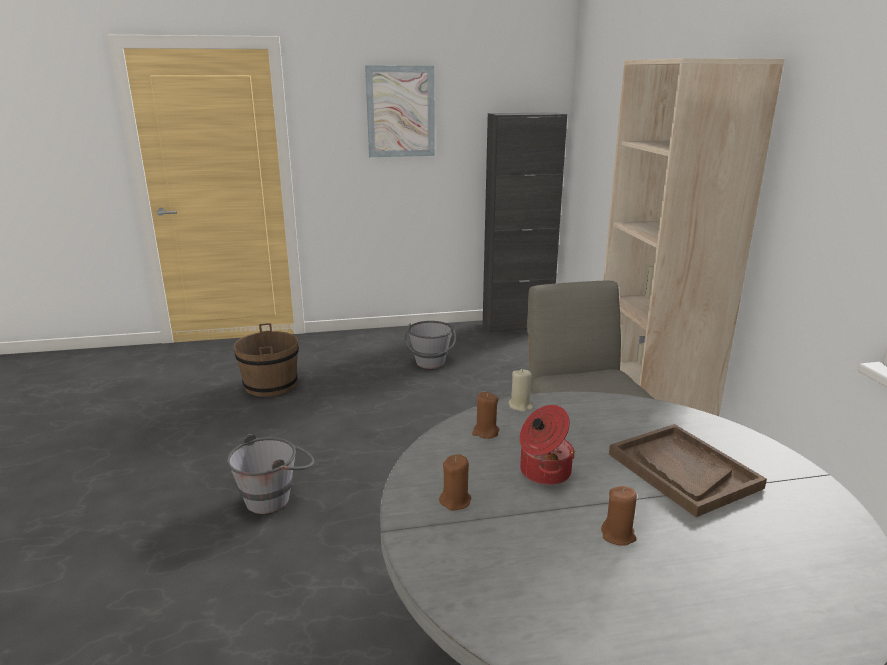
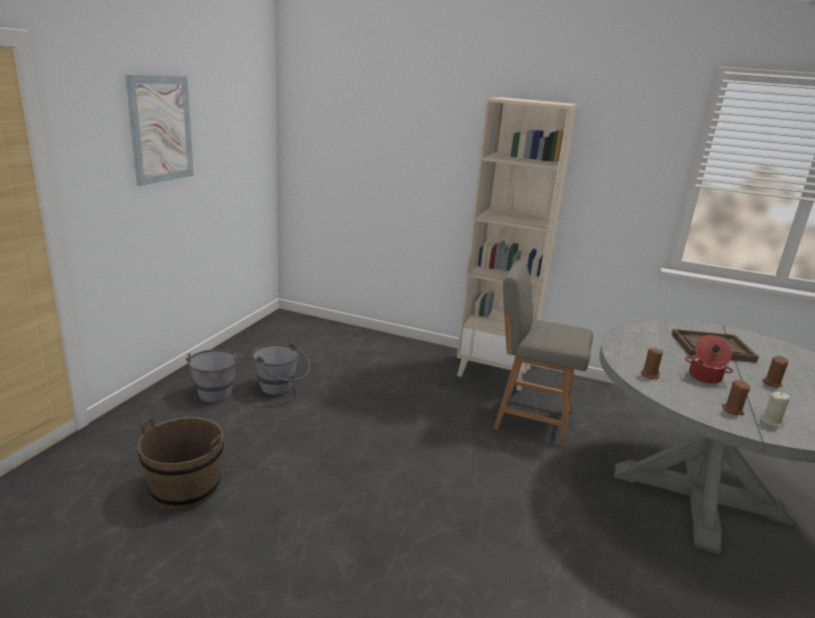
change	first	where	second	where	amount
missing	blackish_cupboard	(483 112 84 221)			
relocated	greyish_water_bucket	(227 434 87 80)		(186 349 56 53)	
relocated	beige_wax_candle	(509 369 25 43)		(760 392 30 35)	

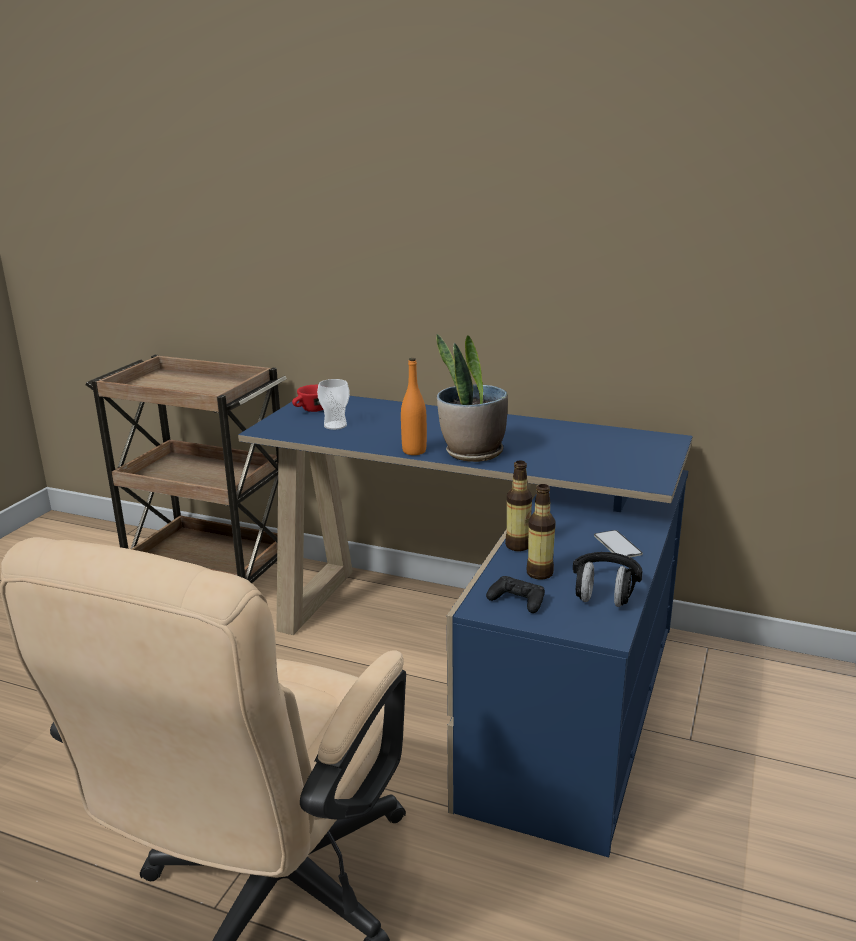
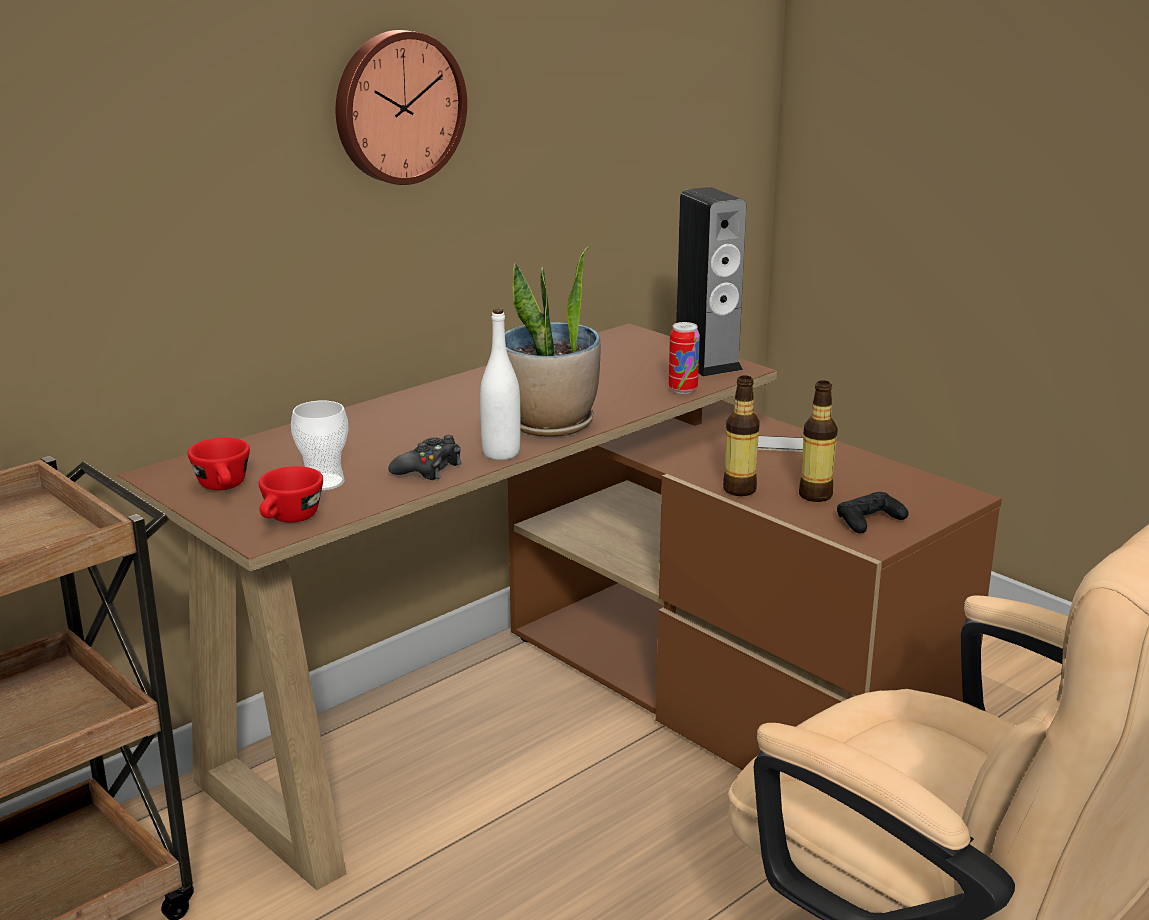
change	first	where	second	where	amount
missing	blackish_headset	(573 552 69 55)			
appeared			red-coloured_small_cup	(258 466 65 57)	
appeared			hanging_clock	(336 30 131 155)	
appeared			blackish_game_controller	(388 435 74 45)	
appeared			can	(669 322 31 72)	
appeared			audio_speaker	(676 187 70 190)	
colour	blue_desk	(238 396 455 461)	brownish_desk	(117 323 885 567)	
colour	orange_beverage_bottle	(401 358 26 97)	whitish_beverage_bottle	(480 308 40 152)	

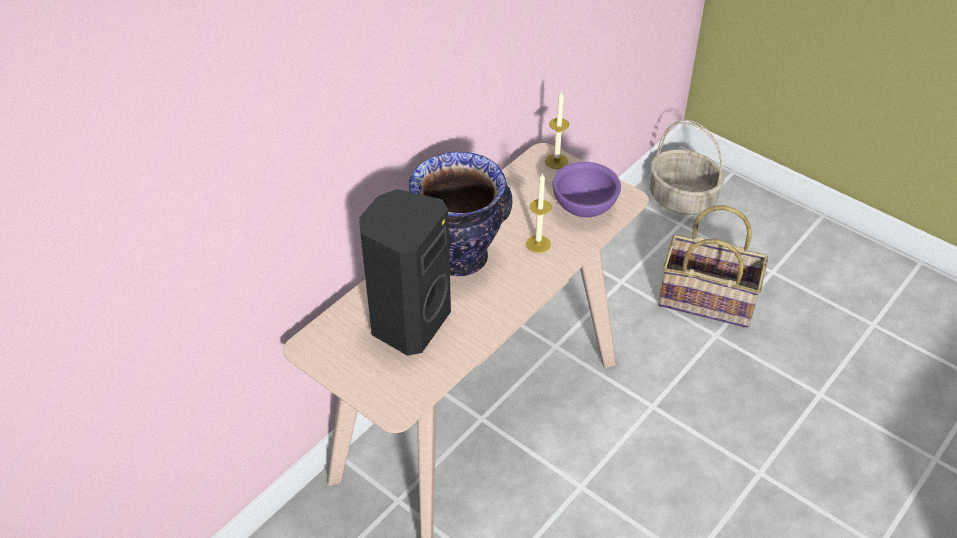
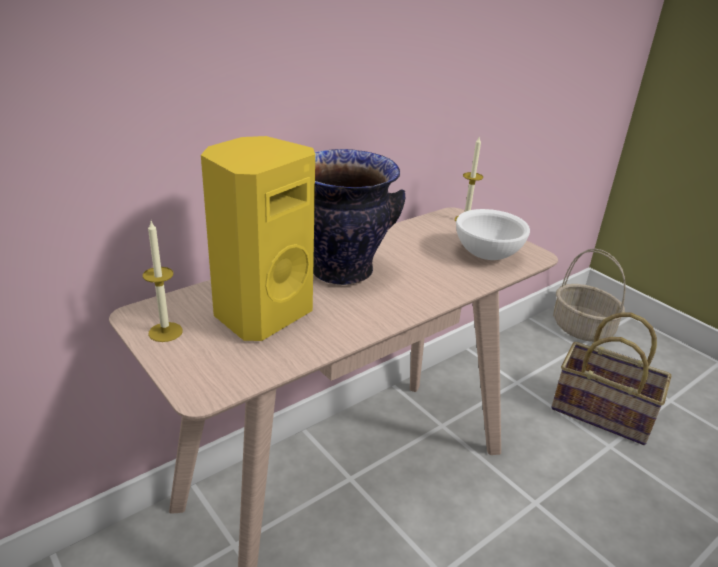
change	first	where	second	where	amount
relocated	wax_candle	(526 173 26 80)		(143 221 40 121)	
colour	blackish_audio_speaker	(359 189 92 167)	yellowish_audio_speaker	(201 136 114 205)	
colour	purple-coloured_serving_bowl	(553 162 68 55)	whitish_serving_bowl	(456 209 74 51)	

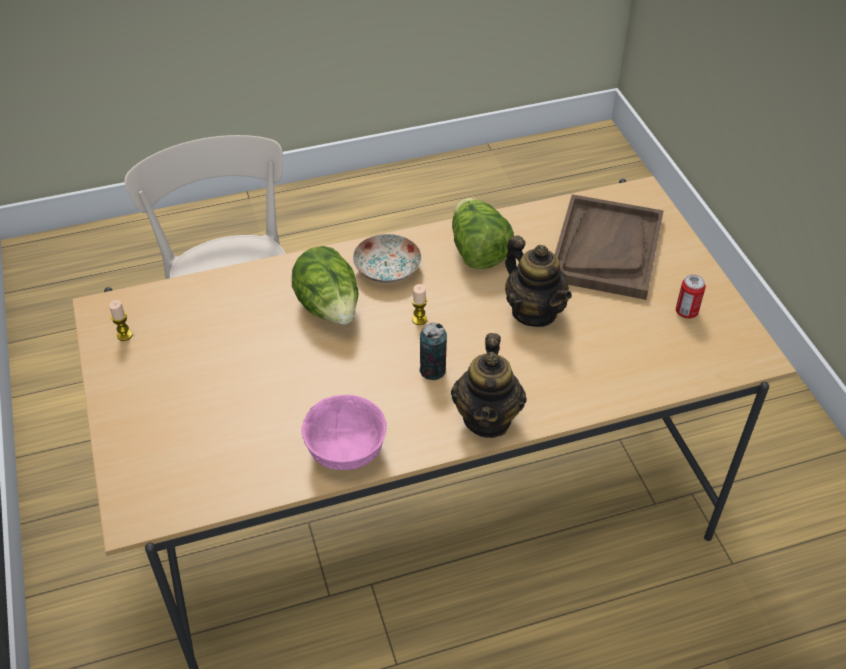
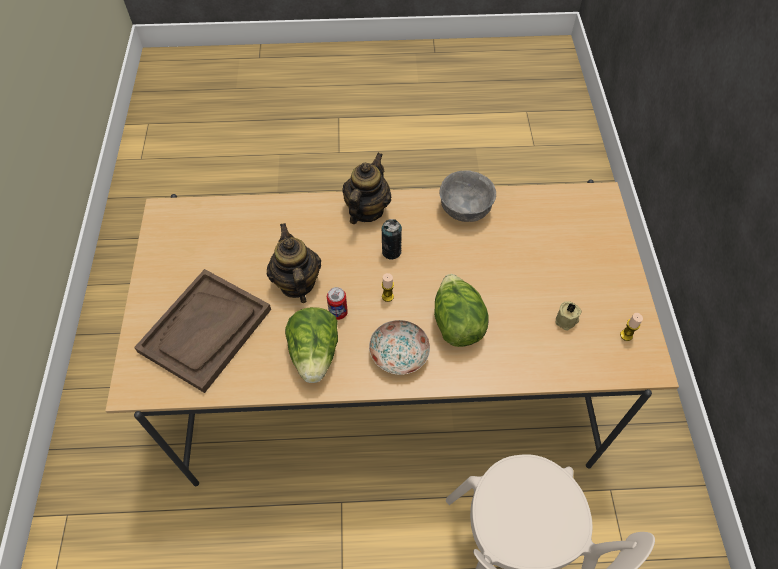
change	first	where	second	where	amount
appeared			beige_wax_candle	(555 301 27 29)	
relocated	can	(676 275 30 44)		(327 287 21 33)	
colour	pink-coloured_serving_bowl	(301 395 86 75)	greyish_serving_bowl	(439 170 57 52)	

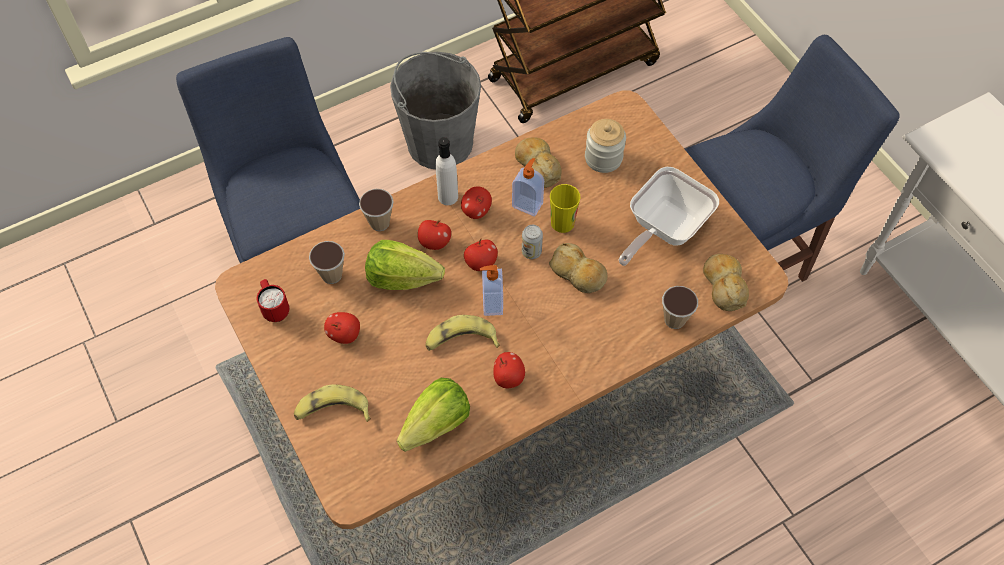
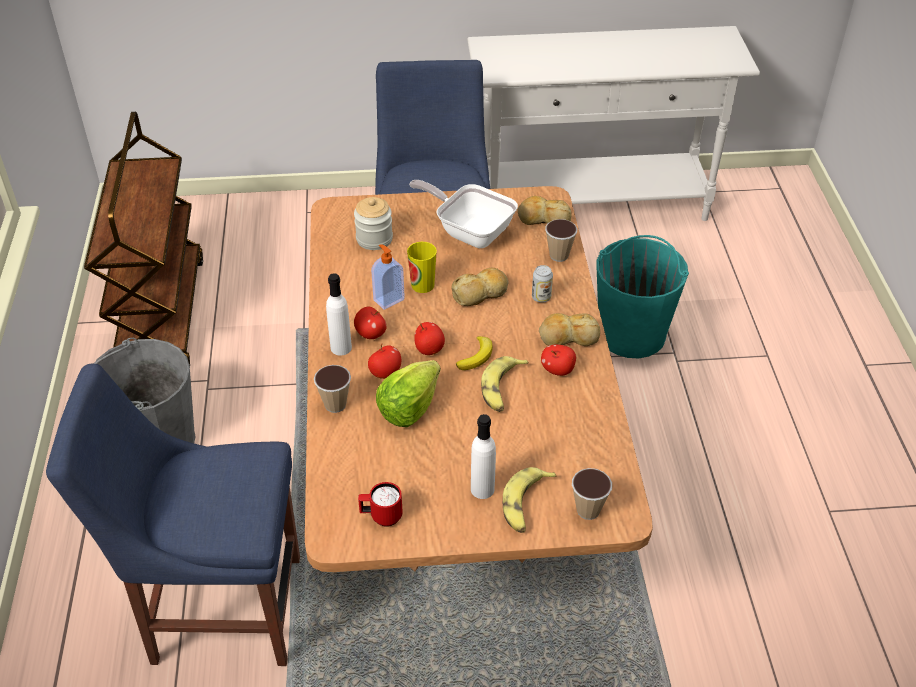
change	first	where	second	where	amount
missing	apple	(324 312 36 32)			
missing	lettuce	(397 378 73 74)			
appeared			whitish_beverage_bottle	(471 414 25 85)	
appeared			turquoise-coloured_water_bucket	(596 235 93 123)	
relocated	small_cup	(309 241 36 43)		(572 468 40 52)	
relocated	bakery_bread	(515 137 47 51)		(539 313 61 33)	
relocated	can	(522 225 21 34)		(532 265 21 38)	
exchanged	soap_bottle	(480 265 23 51)	banana	(456 336 37 34)	
spun	skillet	(619 167 100 99)		(409 180 109 68)	150 degrees clockwise

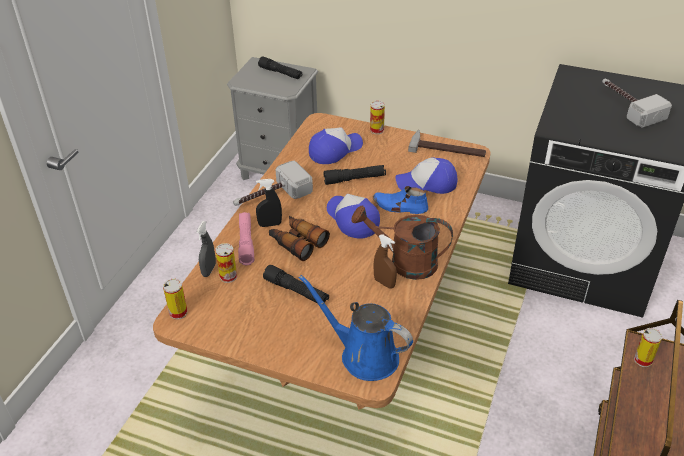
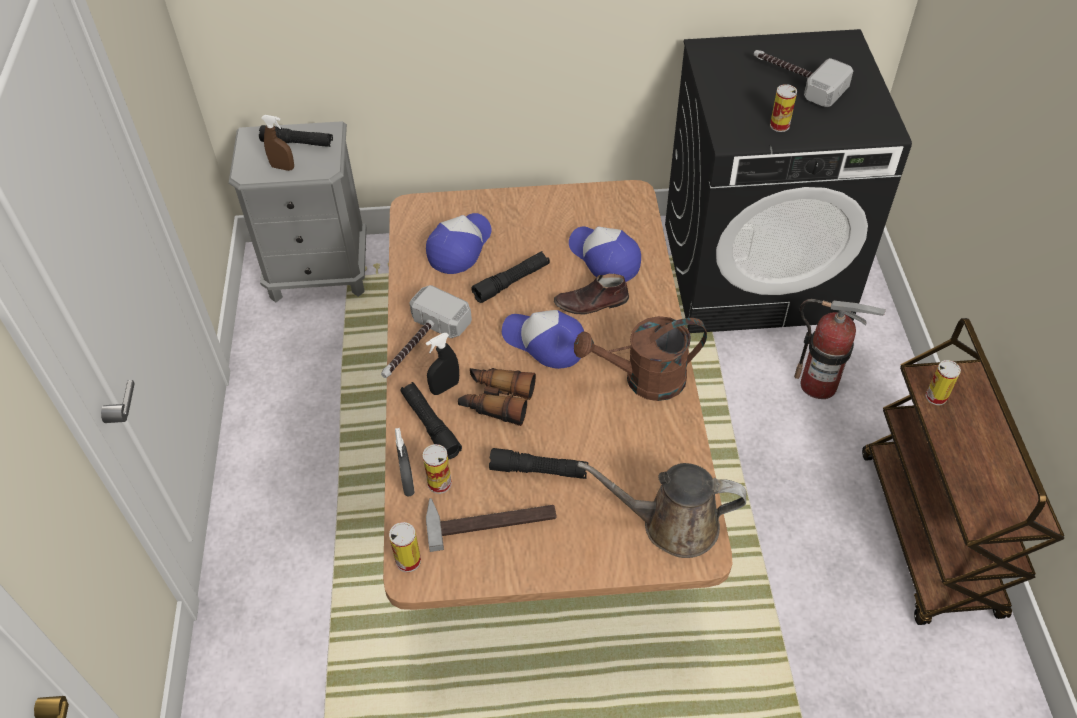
change	first	where	second	where	amount
appeared			extinguisher	(794 299 92 100)	
relocated	can	(370 101 15 33)		(770 84 27 48)	
relocated	brownish_hand_sprayer	(373 235 24 54)		(261 115 33 56)	
relocated	hand_hammer	(408 130 78 27)		(426 498 131 54)	
colour	pink-coloured_hand_torch	(238 212 16 53)	blackish_hand_torch	(400 382 62 78)	
colour	blue_watering_can	(299 275 114 106)	brownish_watering_can	(577 461 170 97)	
colour	blue_item_of_footwear	(373 186 55 28)	brownish_item_of_footwear	(554 274 75 41)	
spun	peaked_cap	(395 157 63 37)		(569 226 72 56)	75 degrees clockwise

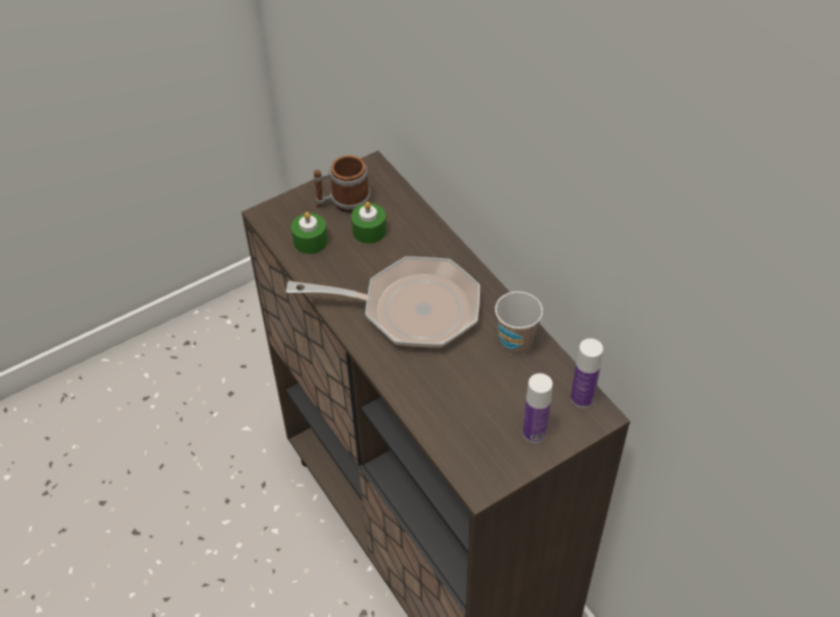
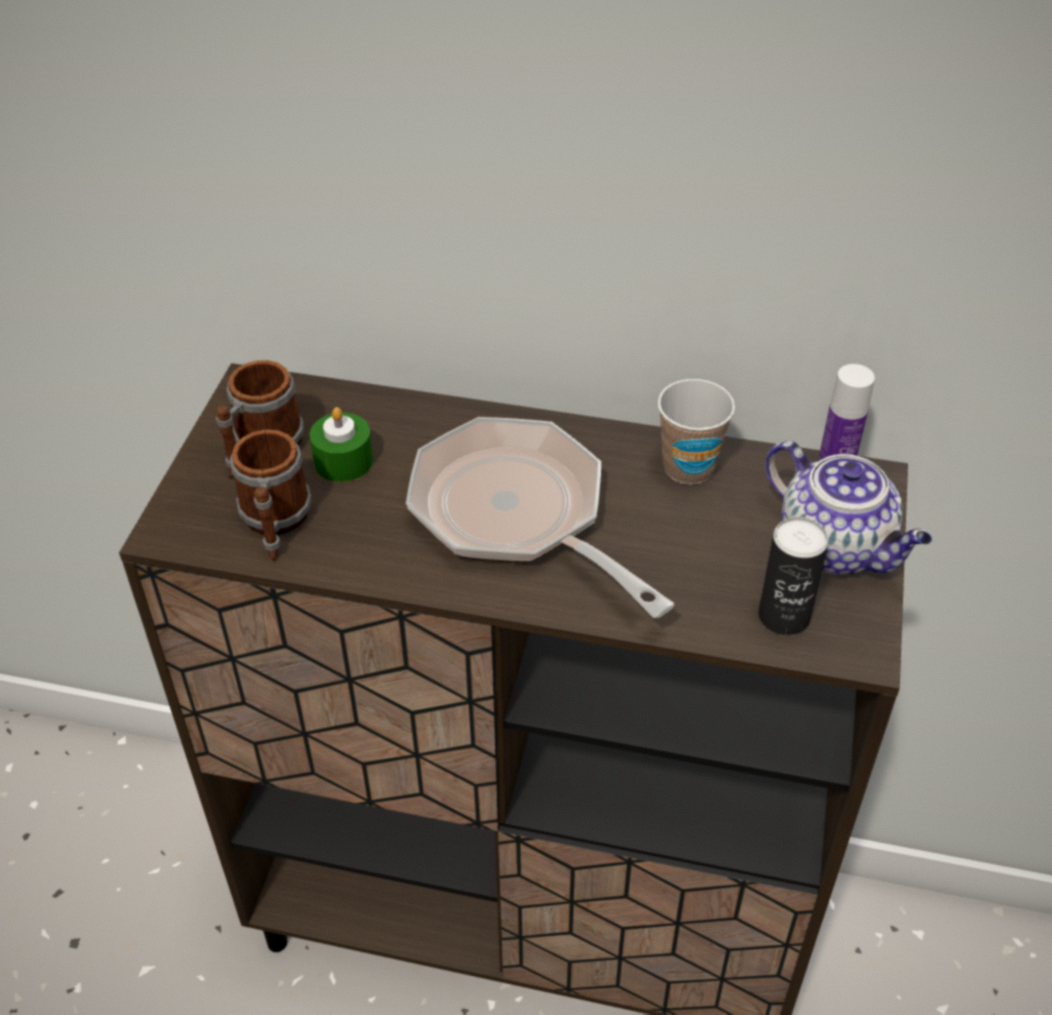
change	first	where	second	where	amount
appeared			can	(758 517 71 118)	
exchanged	green-coloured_wax_candle	(291 212 37 42)	mug	(230 429 82 132)	
exchanged	beverage_bottle	(523 373 30 70)	teapot	(765 441 167 133)	
spun	skillet	(286 256 194 92)		(406 417 268 201)	90 degrees counterclockwise

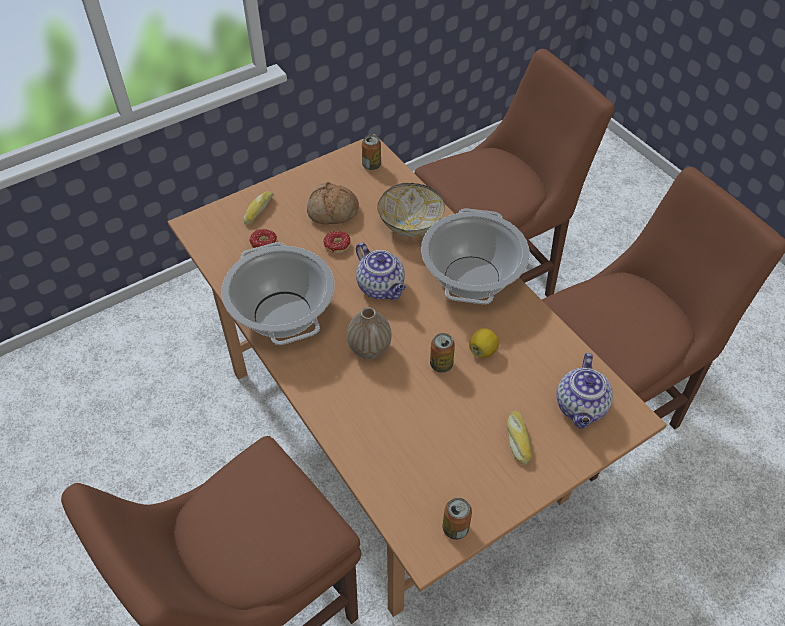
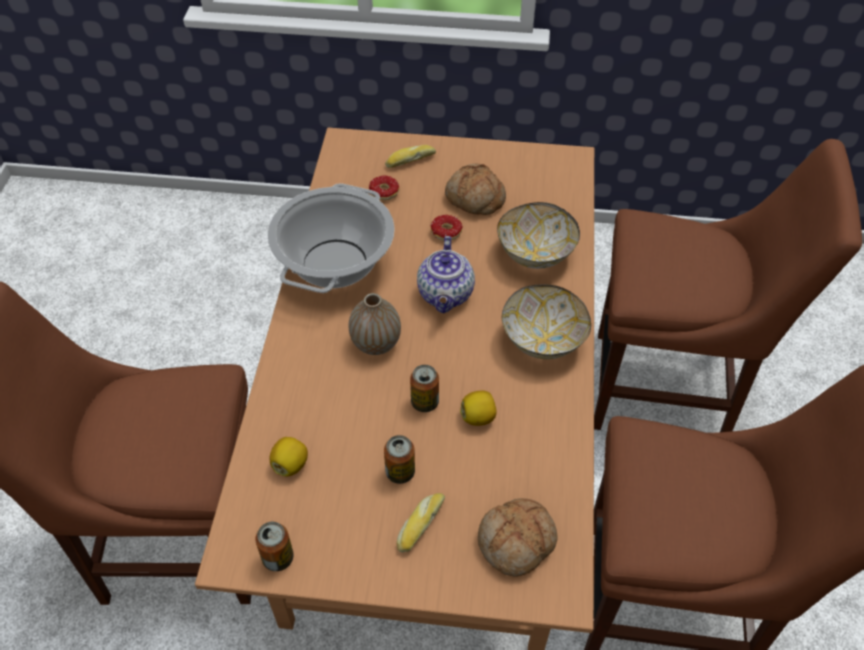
change	first	where	second	where	amount
appeared			lemon	(269 437 39 39)	
relocated	can	(362 135 19 35)		(384 435 31 49)	
exchanged	cooking_pot	(421 209 109 95)	serving_bowl	(502 284 89 75)	
exchanged	teapot	(557 353 56 76)	bakery_bread	(478 498 79 79)	

